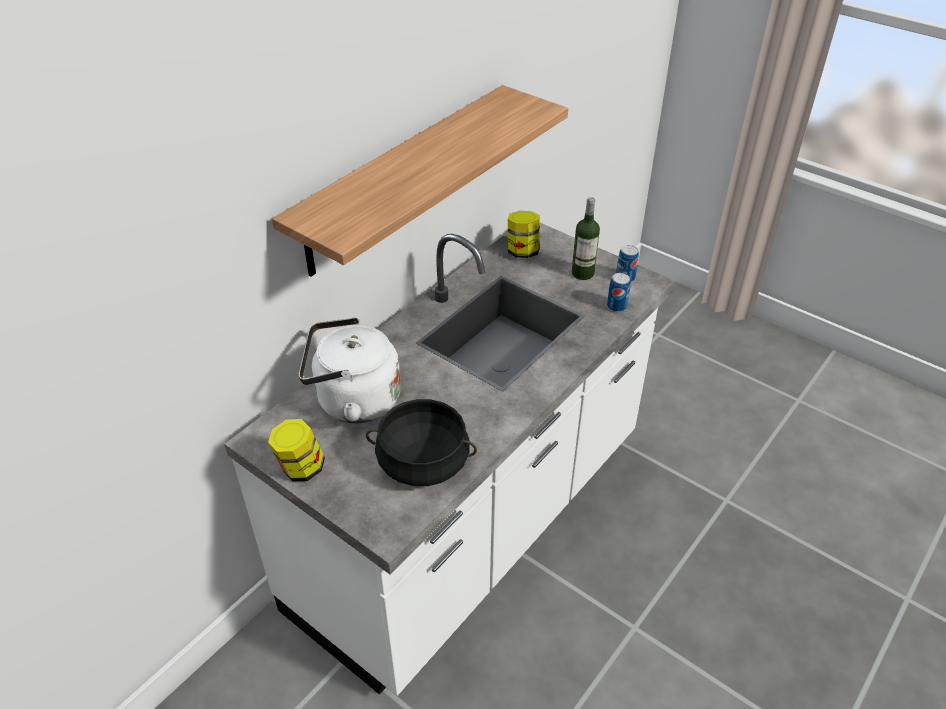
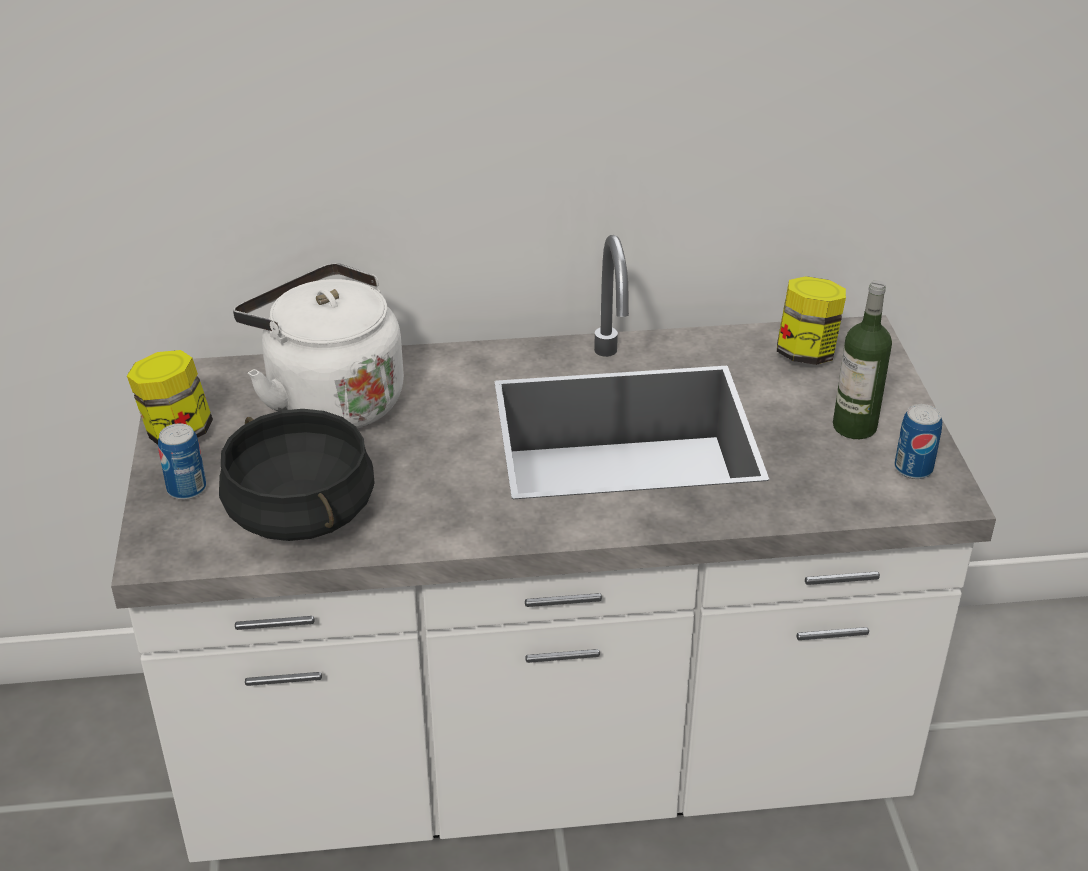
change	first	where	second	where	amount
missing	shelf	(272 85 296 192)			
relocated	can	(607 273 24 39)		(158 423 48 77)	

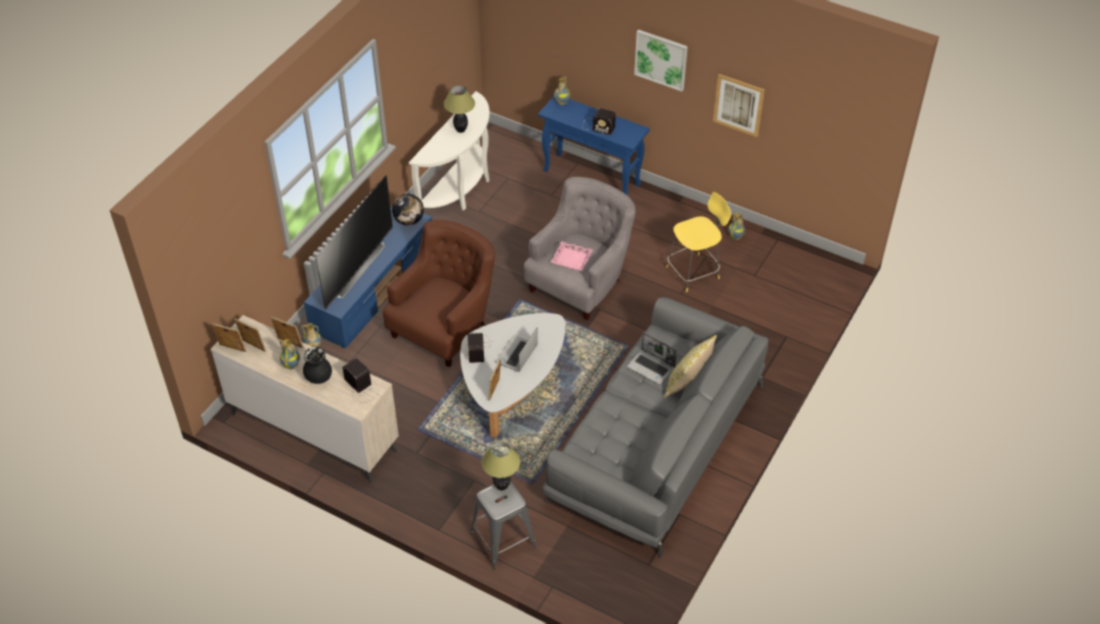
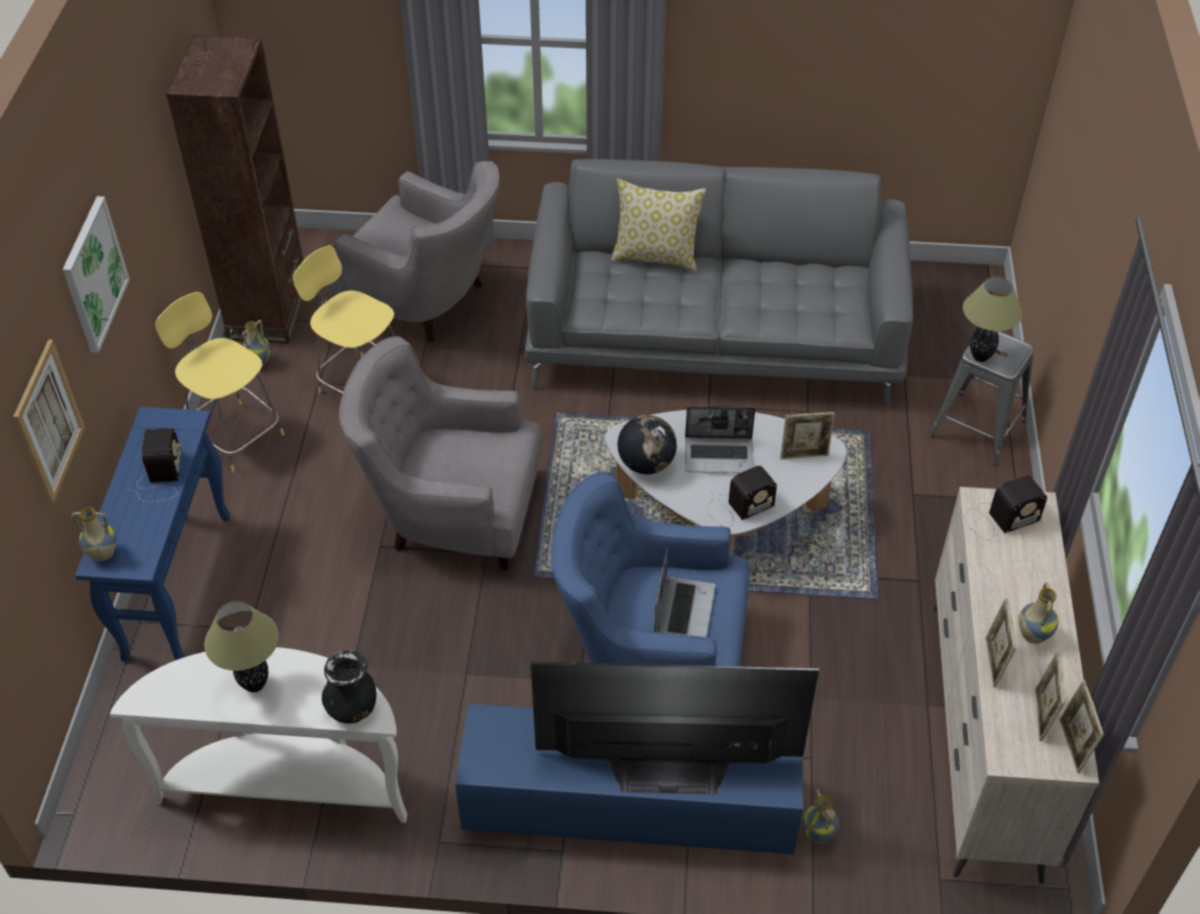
change	first	where	second	where	amount
missing	pink-coloured_carrying_tray	(550 241 43 30)			
appeared			yellowish_sitting_stool	(155 292 129 180)	
appeared			brownish_bookshelf	(166 35 138 308)	
appeared			greyish_armchair	(328 161 172 182)	
relocated	blackish_decorative_vase	(303 347 29 37)		(322 650 54 74)	
relocated	globe	(392 194 32 32)		(617 415 60 59)	
relocated	notebook_computer	(627 332 50 53)		(654 547 61 90)	
relocated	picture	(713 74 52 63)		(13 339 72 165)	
colour	brownish_armchair	(383 220 112 147)	blue_armchair	(551 472 198 195)	
spun	radio_receiver	(343 358 36 45)		(965 475 82 65)	135 degrees counterclockwise

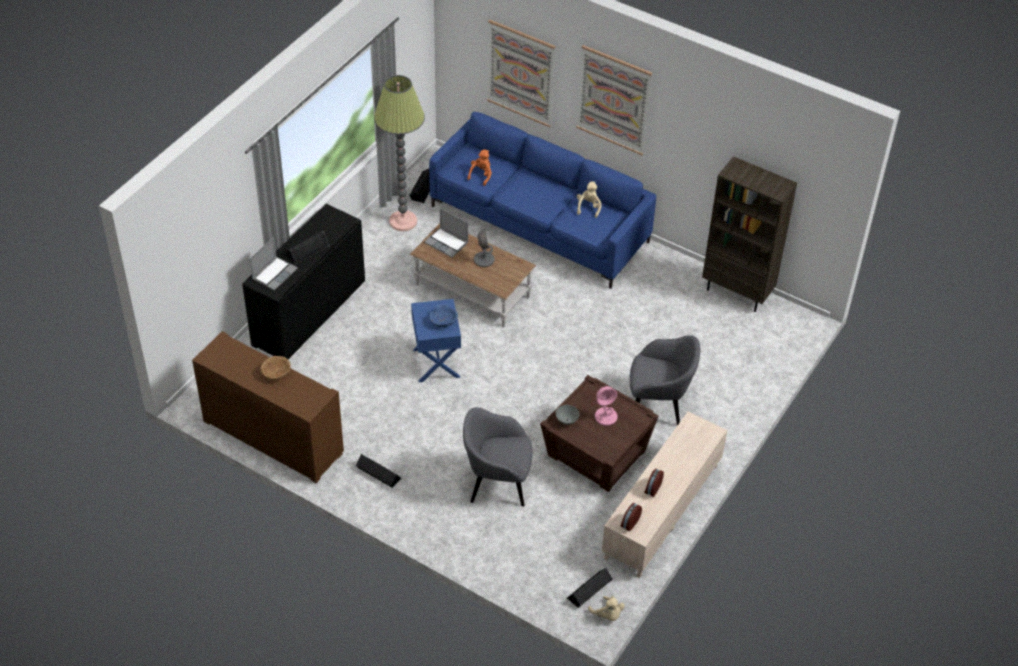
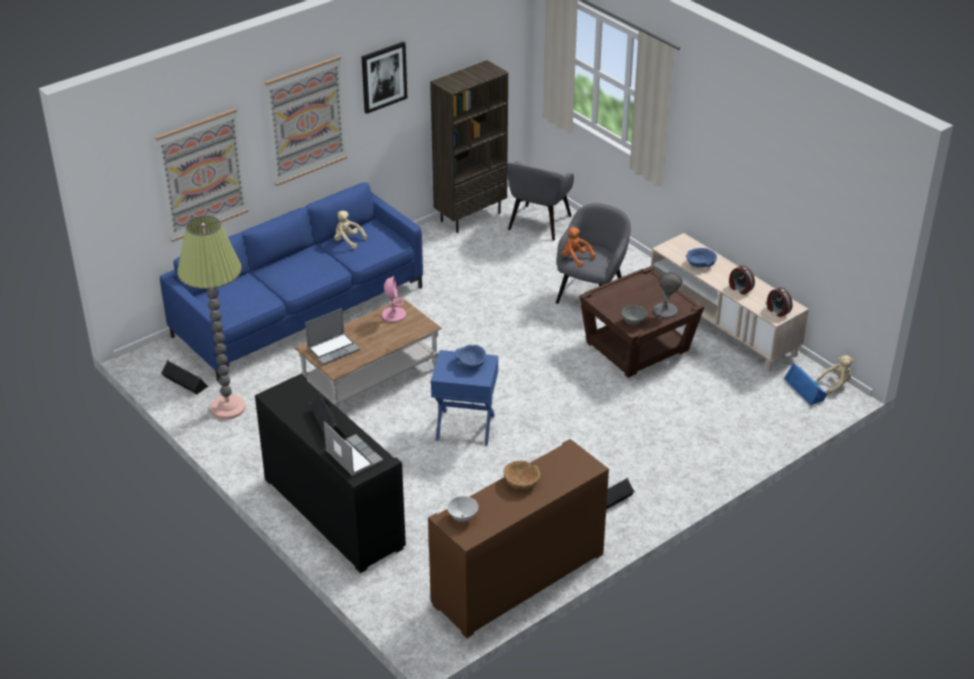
change	first	where	second	where	amount
appeared			picture	(361 42 46 72)	
appeared			whitish_serving_bowl	(447 496 31 25)	
appeared			blue_serving_bowl	(686 248 31 19)	
relocated	greyish_armchair	(463 407 69 100)		(507 161 67 80)	
relocated	orange_soft_toy	(467 150 25 36)		(562 227 33 40)	
relocated	greyish_lamp_for_a_table	(474 229 21 38)		(653 273 29 45)	
relocated	pink-coloured_lamp_for_a_table	(595 386 23 40)		(382 276 24 46)	
colour	blackish_audio_speaker	(567 568 46 40)	blue_audio_speaker	(784 363 44 42)	

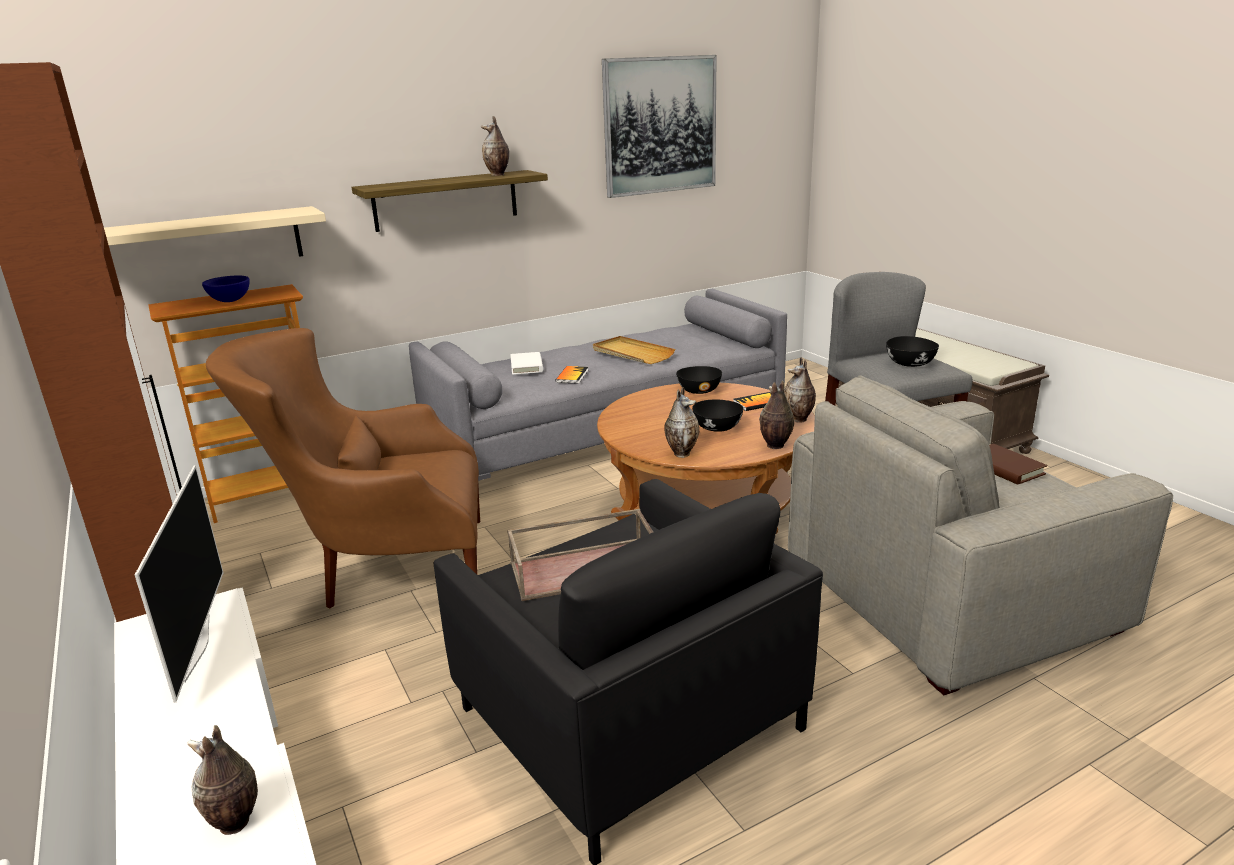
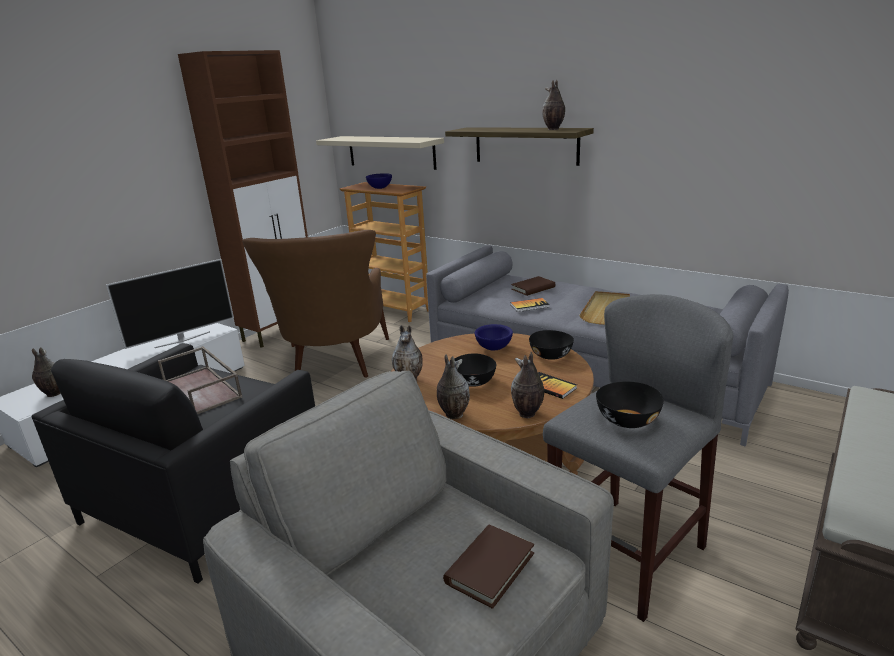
change	first	where	second	where	amount
missing	picture	(602 55 115 143)			
appeared			blue_serving_bowl	(475 324 38 26)	
colour	whitish_bound_book	(510 352 33 23)	brownish_bound_book	(511 276 44 20)	
spun	brownish_armchair	(206 328 274 280)		(242 230 147 148)	150 degrees counterclockwise

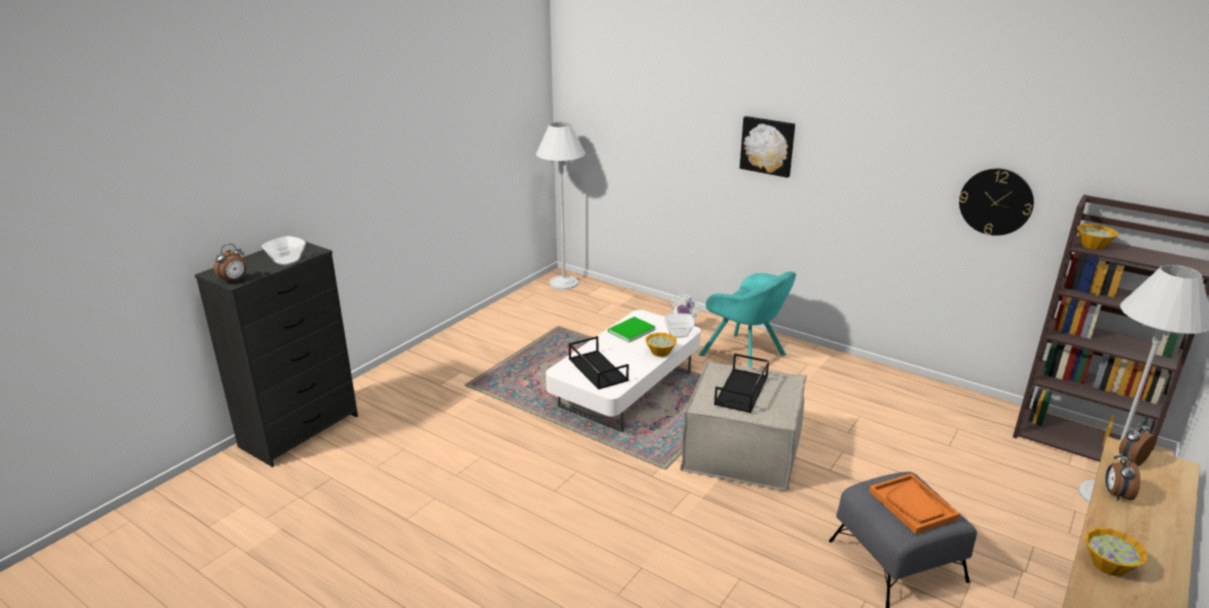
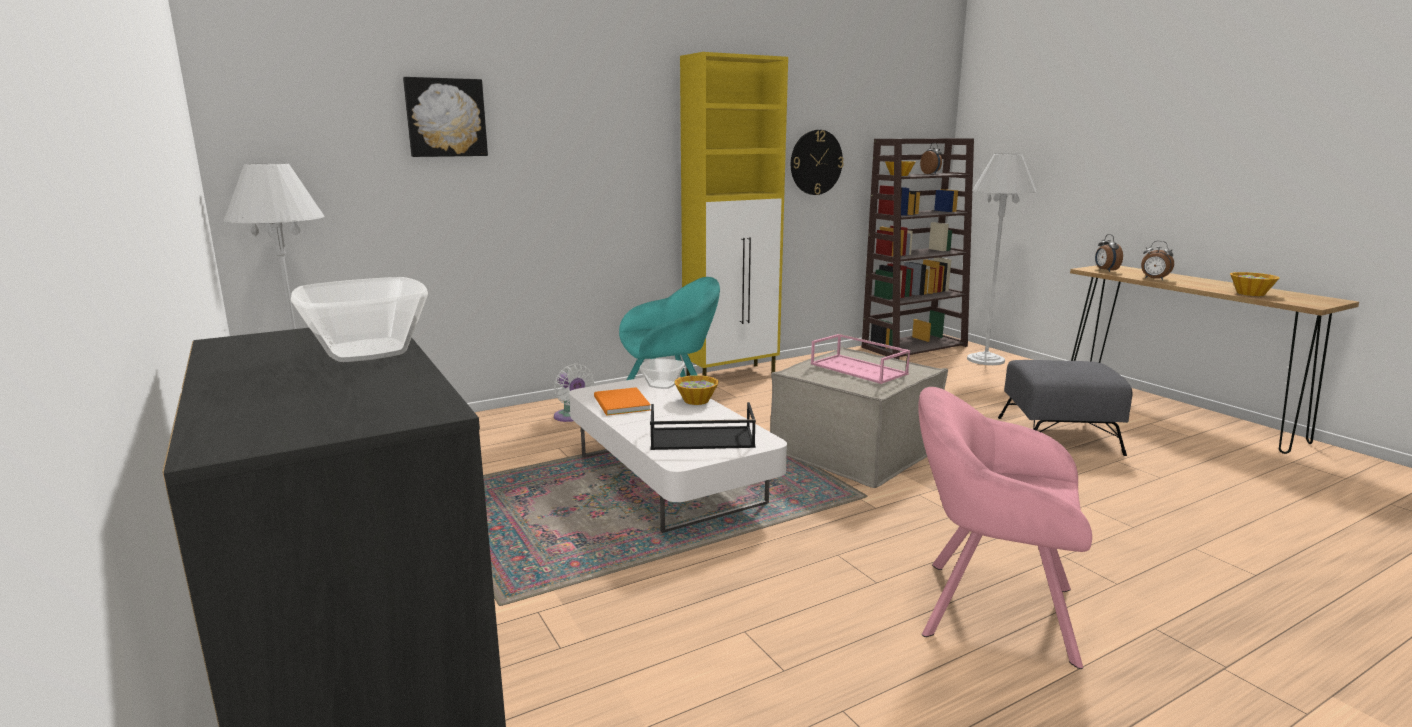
change	first	where	second	where	amount
missing	orange_carrying_tray	(869 473 91 61)			
appeared			yellowish_cupboard	(680 52 108 324)	
appeared			pink-coloured_armchair	(918 387 174 282)	
relocated	alarm_clock	(214 244 33 40)		(920 143 22 31)	
relocated	picture	(740 116 55 62)		(403 77 85 80)	
colour	green-coloured_bound_book	(608 317 48 25)	orange_bound_book	(594 387 57 28)	
colour	blackish_carrying_tray	(714 353 55 60)	pink-coloured_carrying_tray	(811 334 99 50)	

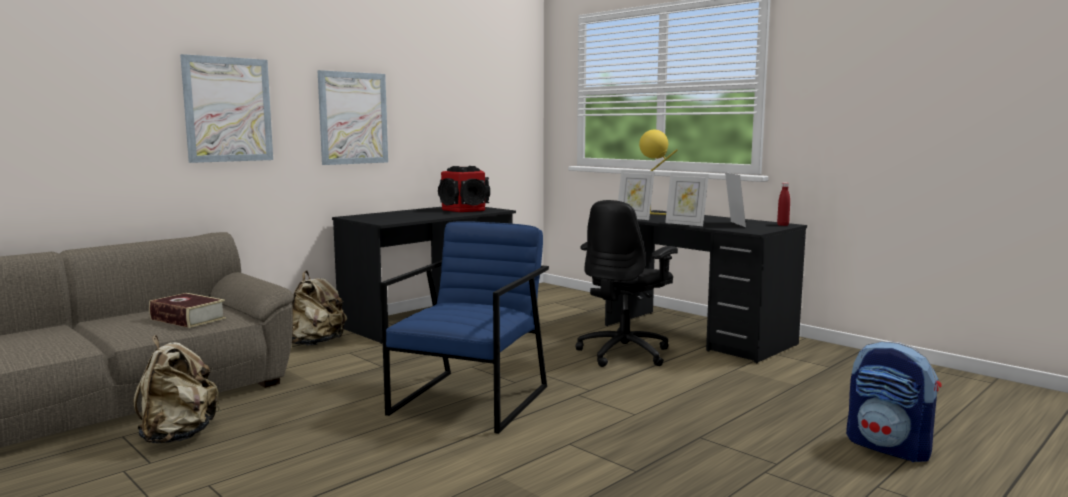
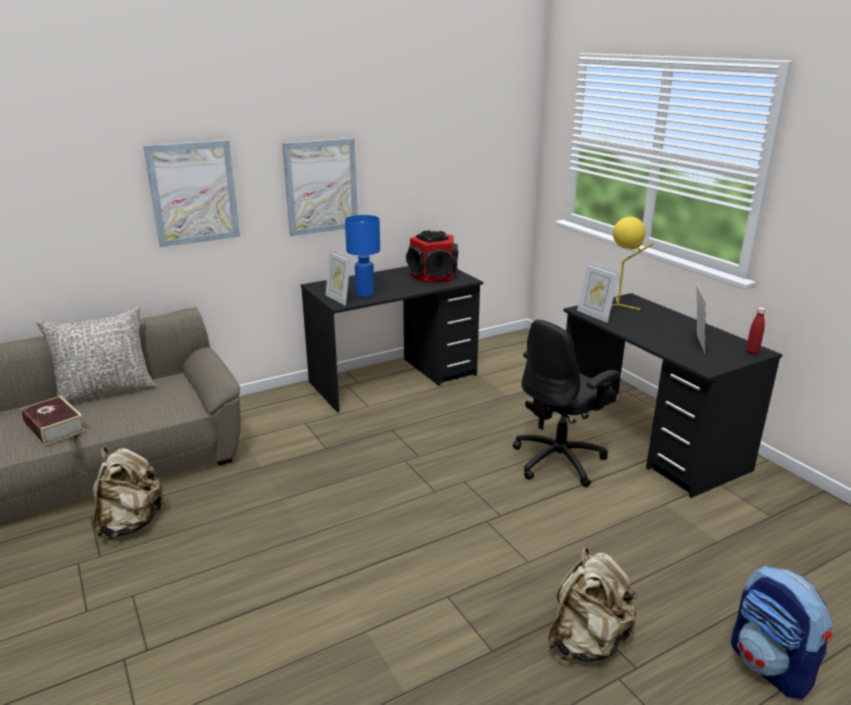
change	first	where	second	where	amount
missing	blue_armchair	(380 221 169 213)			
appeared			greyish_pillow	(37 307 119 97)	
appeared			blue_lamp_for_a_table	(345 215 35 82)	
relocated	bound_book	(149 293 77 35)		(21 396 65 49)	
relocated	beige_backpack	(292 271 55 75)		(548 547 90 114)	
relocated	photo_frame	(665 173 44 53)		(326 249 25 57)	

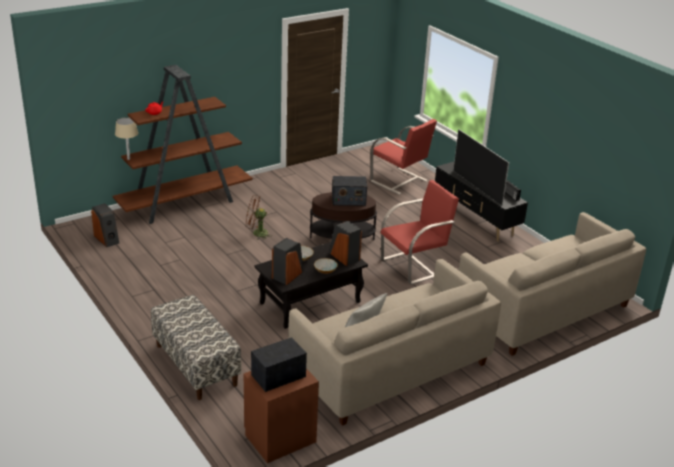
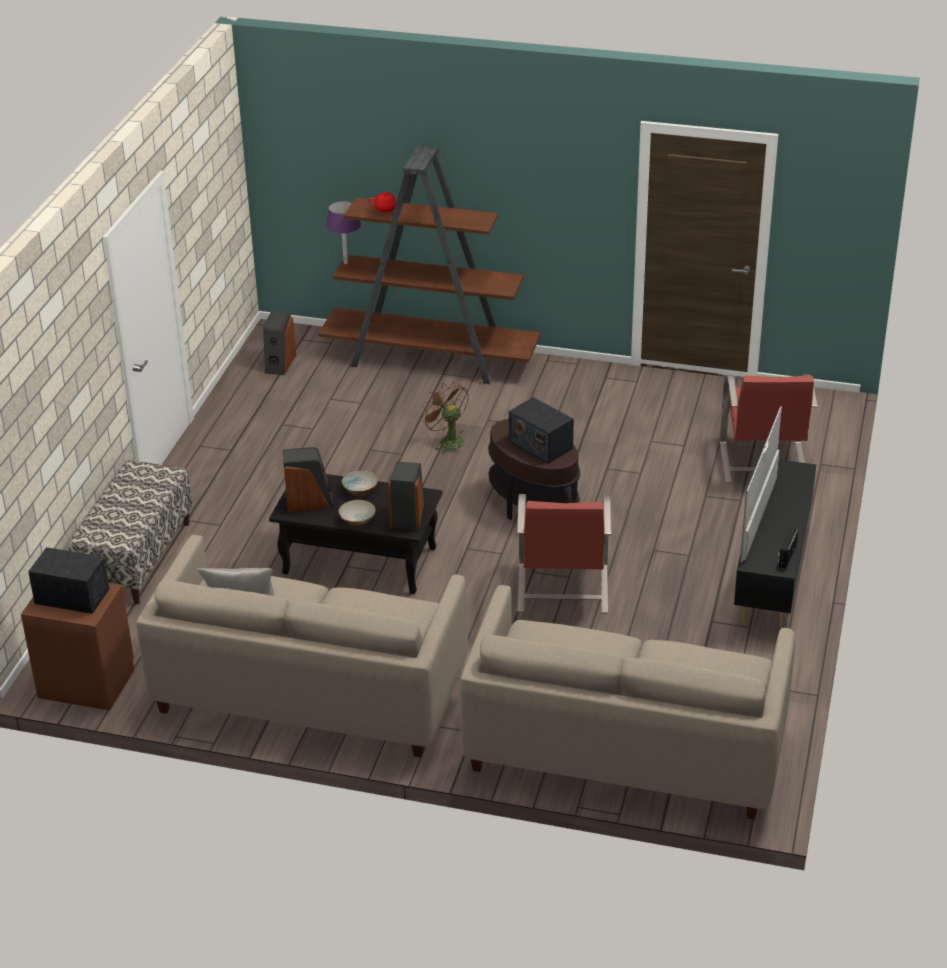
change	first	where	second	where	amount
colour	beige_lamp_for_a_table	(115 117 23 43)	purple-coloured_lamp_for_a_table	(326 201 35 63)	
spun	red-coloured_armchair	(381 180 78 105)		(517 494 95 120)	75 degrees clockwise

